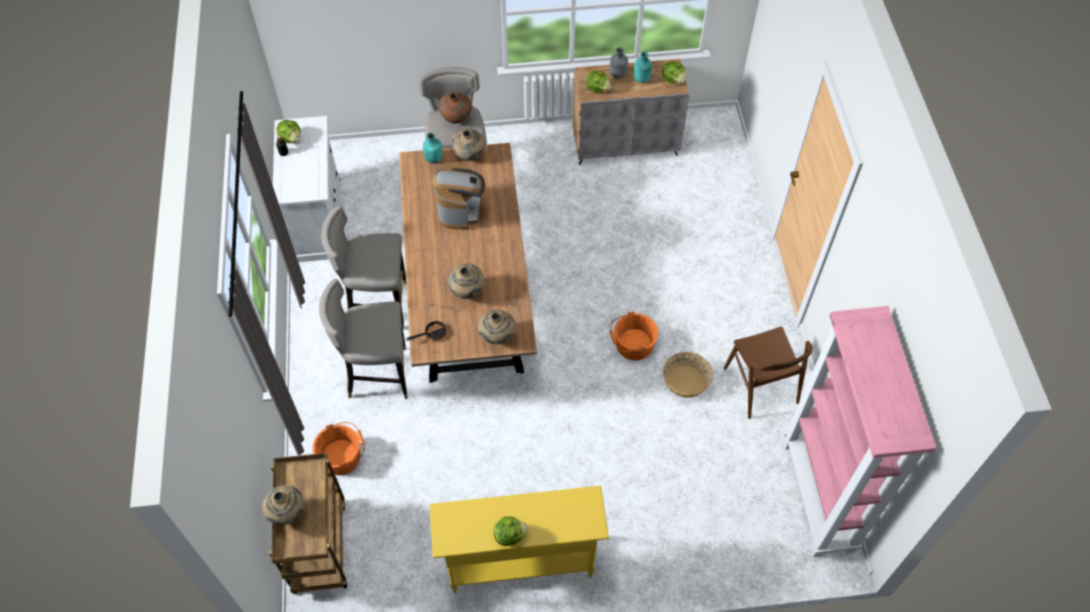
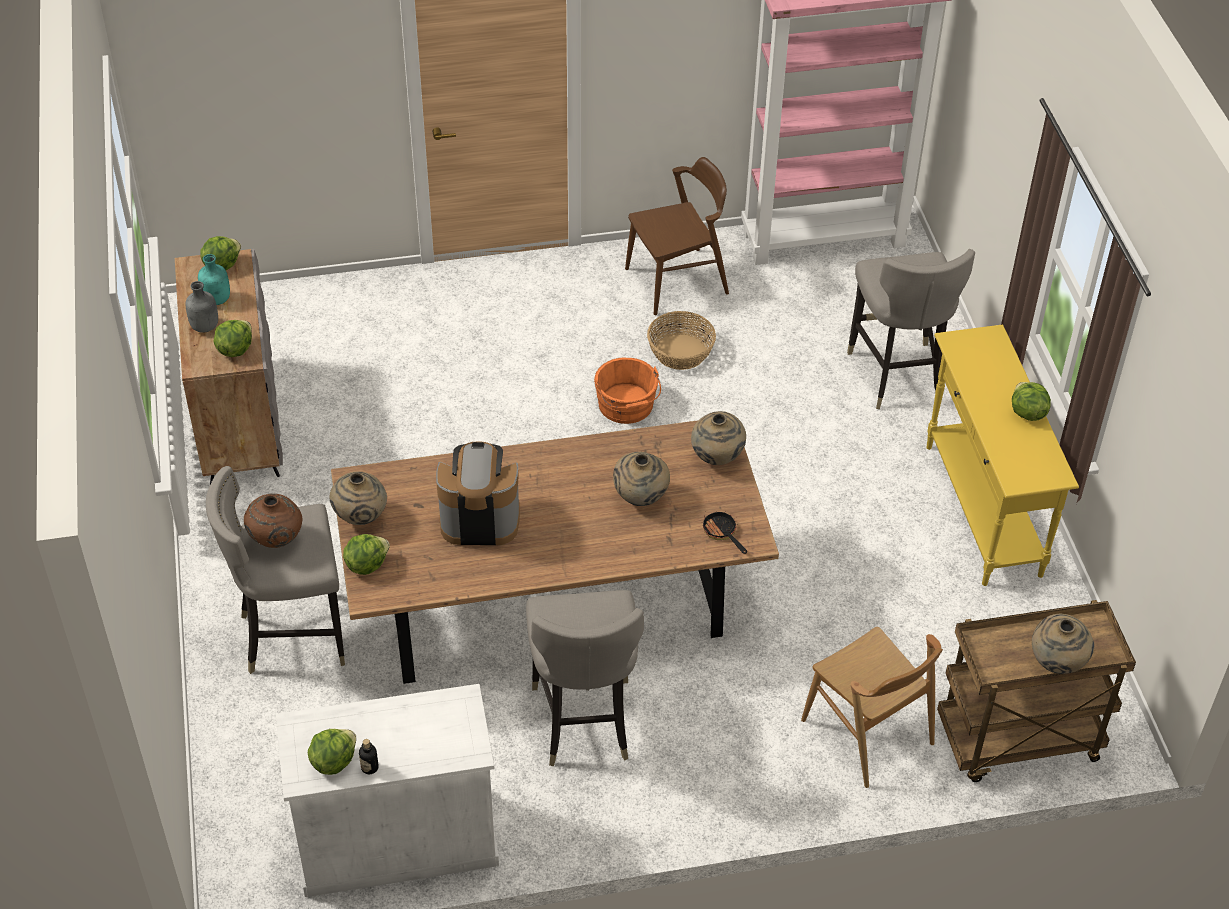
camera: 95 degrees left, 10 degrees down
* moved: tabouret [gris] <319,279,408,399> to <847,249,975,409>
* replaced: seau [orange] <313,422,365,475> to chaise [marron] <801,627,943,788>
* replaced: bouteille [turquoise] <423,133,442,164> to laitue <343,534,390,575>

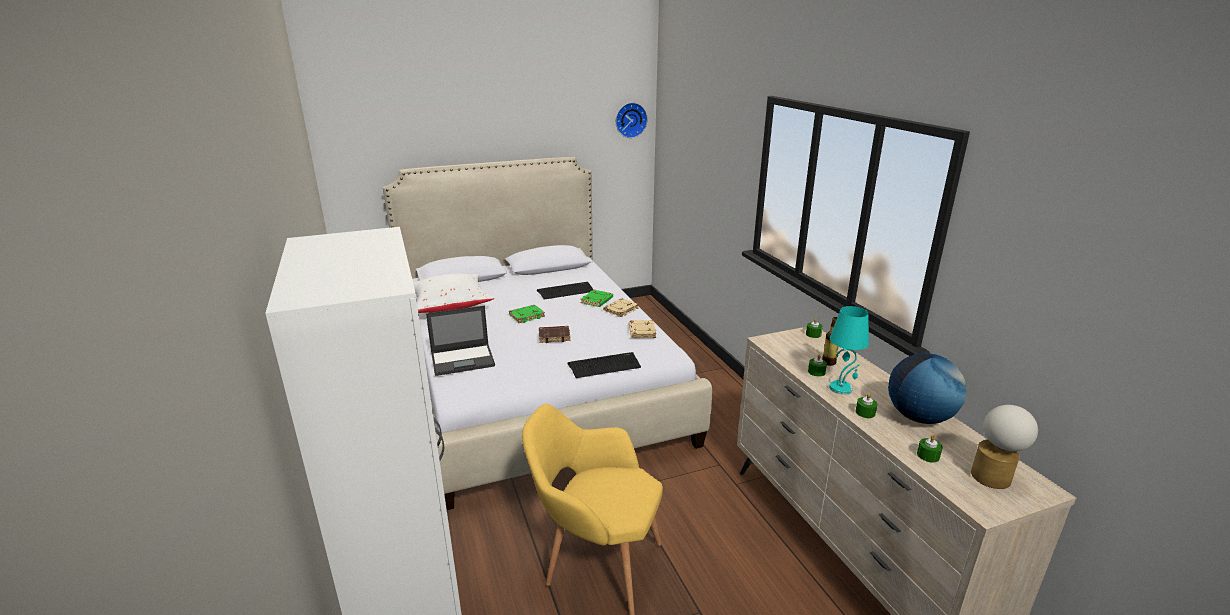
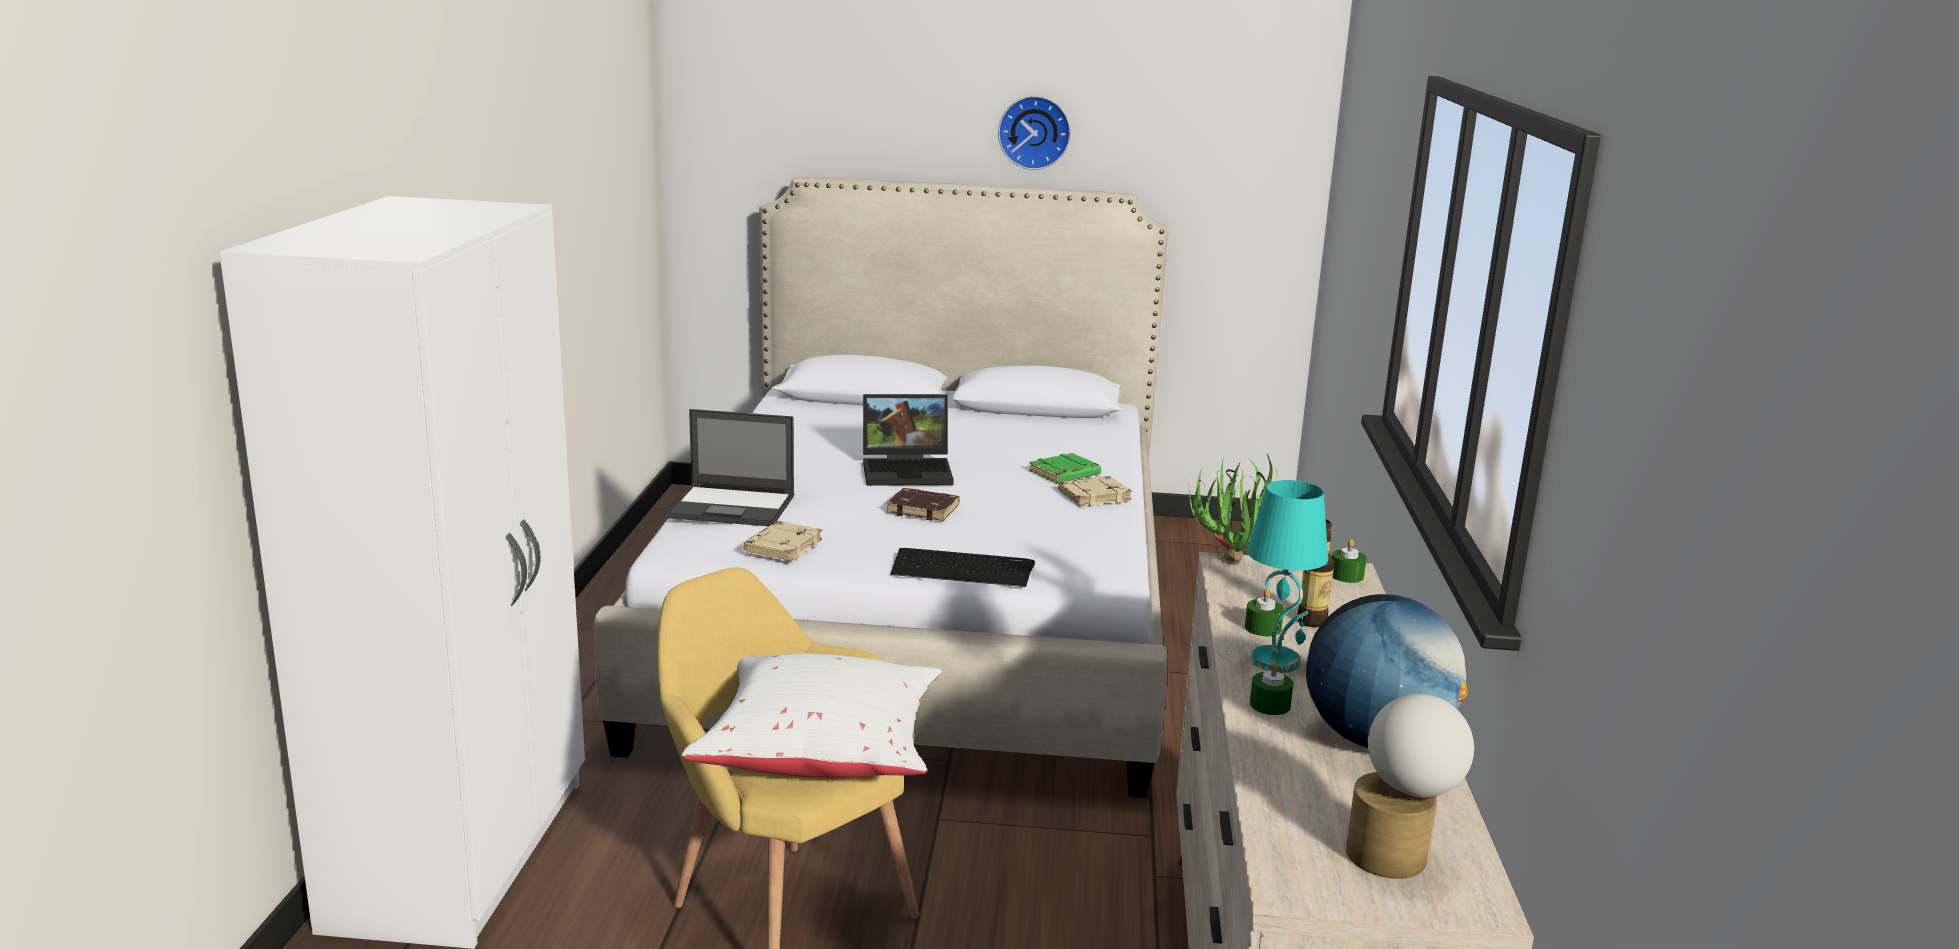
camera: 25 degrees right, 5 degrees down
* removed: clavier <537,282,594,300>
* removed: bougie [vert] <917,435,943,463>
* added: plante en pot <1189,454,1277,563>
* moved: coussin [blanc] <413,273,494,313> to <682,653,942,778>
* moved: horloge murale <616,103,648,138> to <998,96,1071,170>
* moved: livre [beige] <629,320,656,338> to <742,521,822,562>
* replaced: livre [vert] <509,305,545,323> to ordinateur portable <863,394,954,486>

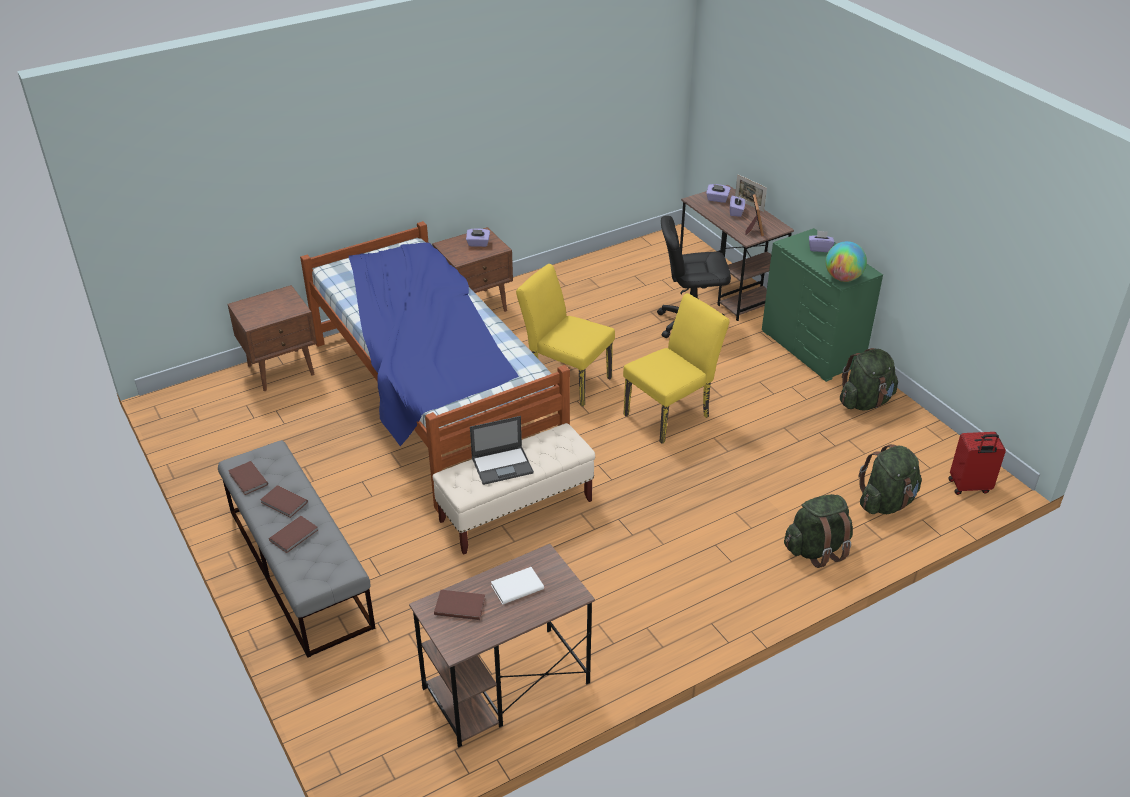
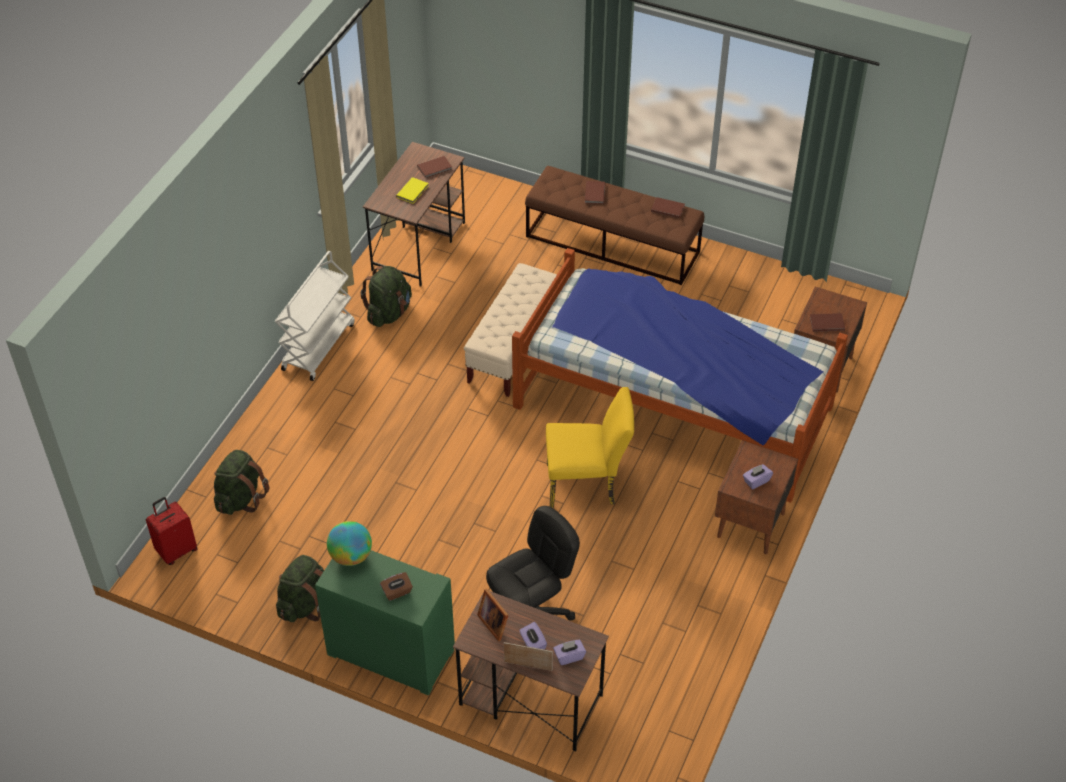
camera: 145 degrees right, 10 degrees up
* removed: ordinateur portable <470,416,534,485>
* removed: chaise [jaune] <623,293,730,444>
* added: chariot [blanc] <275,251,355,381>
* moved: livre [marron] <260,485,308,518> to <810,313,845,332>
* moved: sac à dos [vert] <784,494,853,568> to <360,266,412,327>
* recoloured: banc [gris] <218,440,375,658> to banc [marron] <525,166,704,285>
* recoloured: livre [blanc] <491,567,544,604> to livre [jaune] <396,177,428,204>
* recoloured: boîte à mouchoirs [violet] <809,231,834,252> to boîte à mouchoirs [marron] <380,572,413,601>

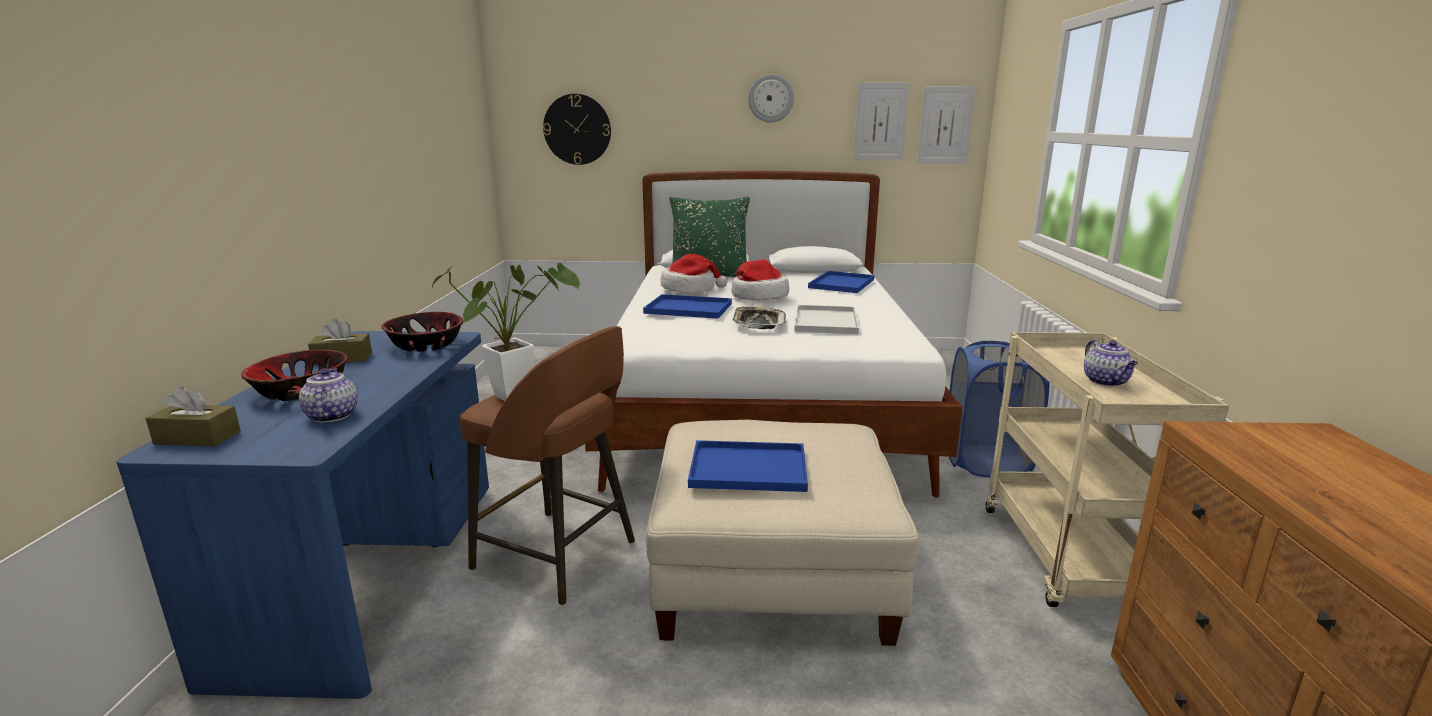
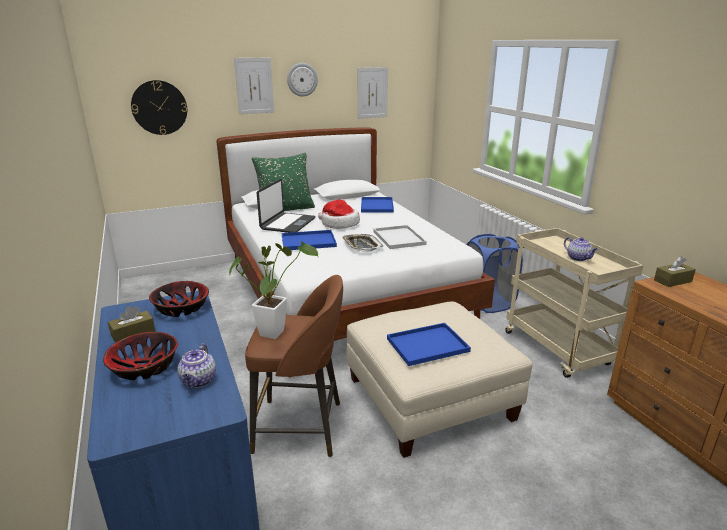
camera: 25 degrees left, 5 degrees up
* moved: boîte à mouchoirs [marron] <145,386,241,447> to <654,256,696,287>
* moved: tableau <917,86,976,163> to <234,58,274,114>
* replaced: chapeau <661,254,727,293> to ordinateur portable <257,179,316,233>
* turned: théière <299,368,358,422> = <177,344,216,388> 135 degrees counterclockwise

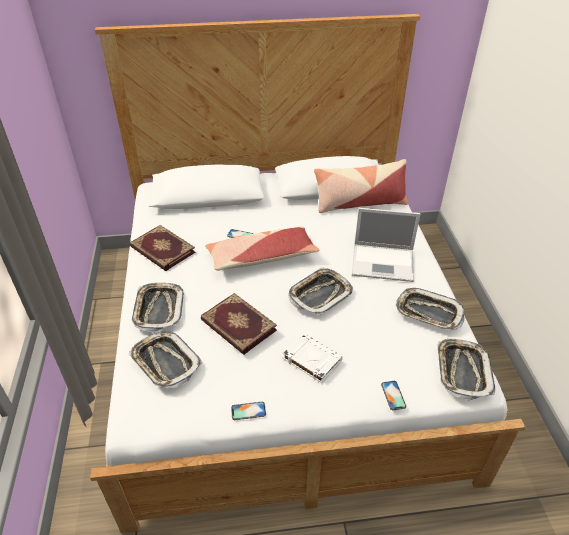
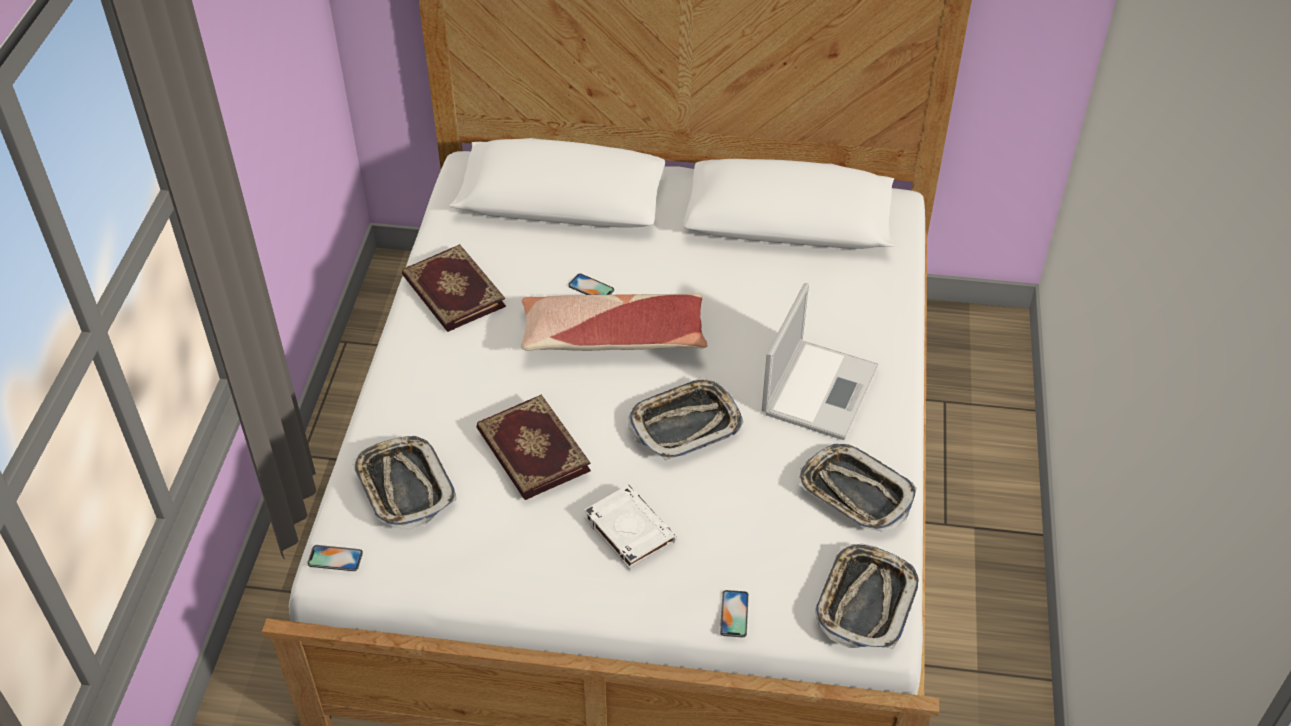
camera: 15 degrees right, 5 degrees up
* removed: plateau <132,283,184,332>
* removed: coussin <314,159,408,213>
* moved: téléphone <231,402,266,420> to <307,545,363,571>
* turned: ordinateur portable <352,208,420,282> = <762,283,879,440> 90 degrees counterclockwise

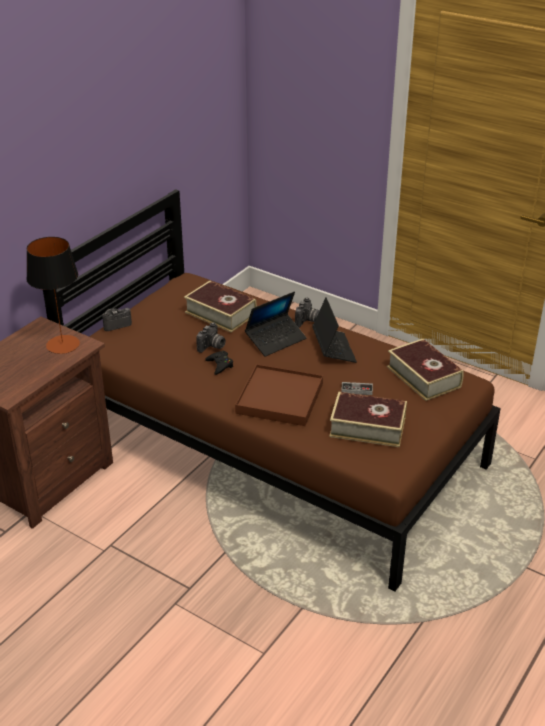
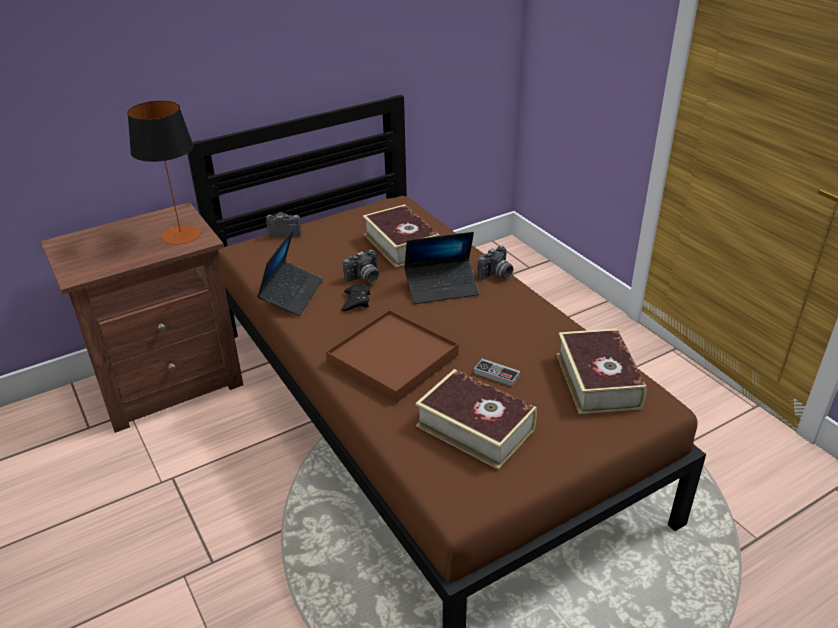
camera: 25 degrees right, 0 degrees up
* moved: ordinateur portable <312,297,357,363> to <257,228,323,316>

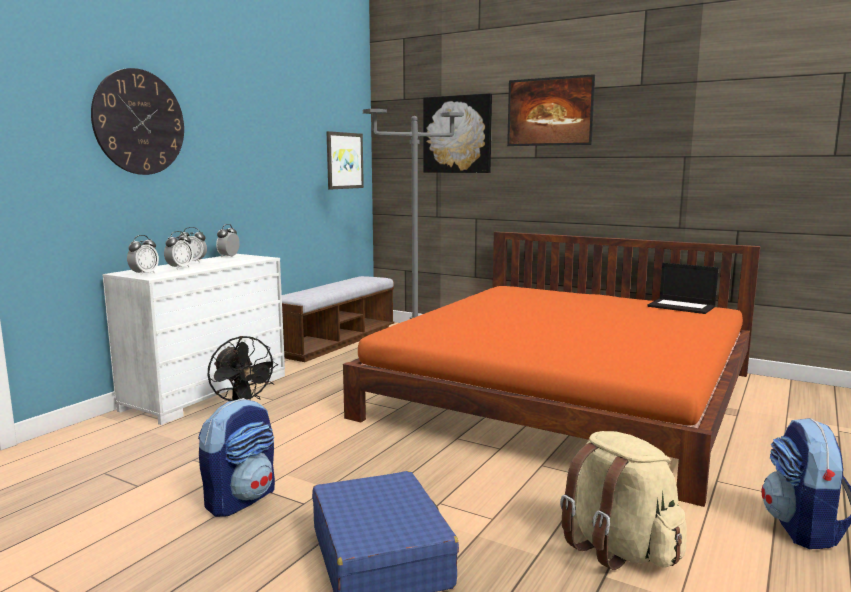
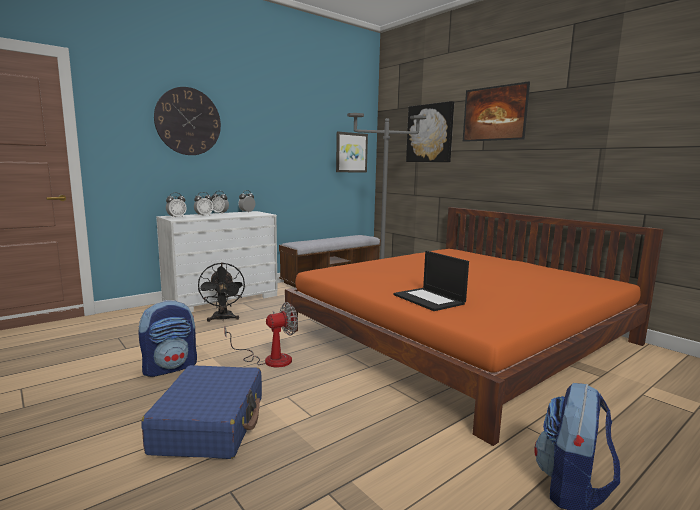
camera: 20 degrees right, 0 degrees up
* removed: sac à dos [beige] <560,431,687,570>
* added: ventilateur <224,302,298,368>
* moved: ordinateur portable <647,263,719,314> to <393,251,469,311>

